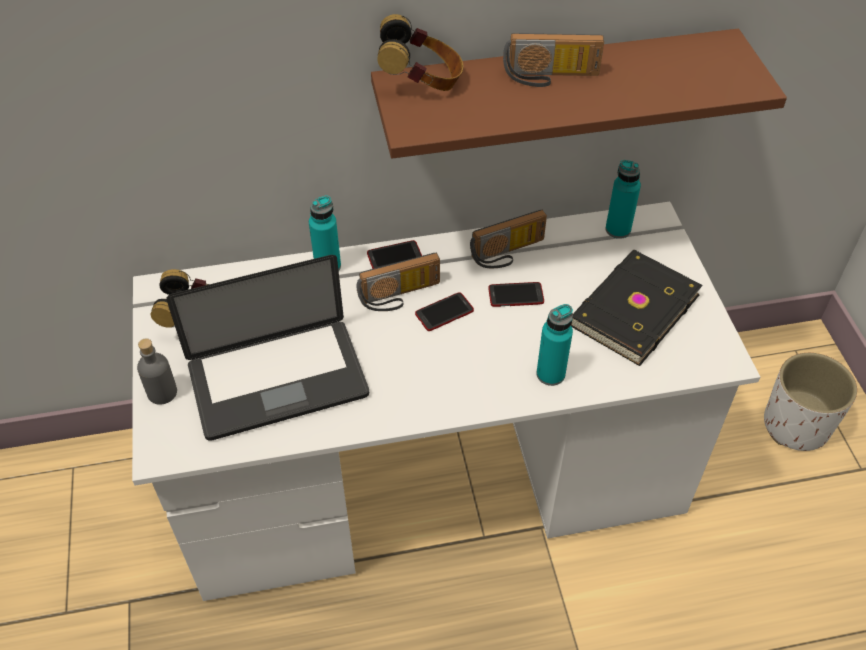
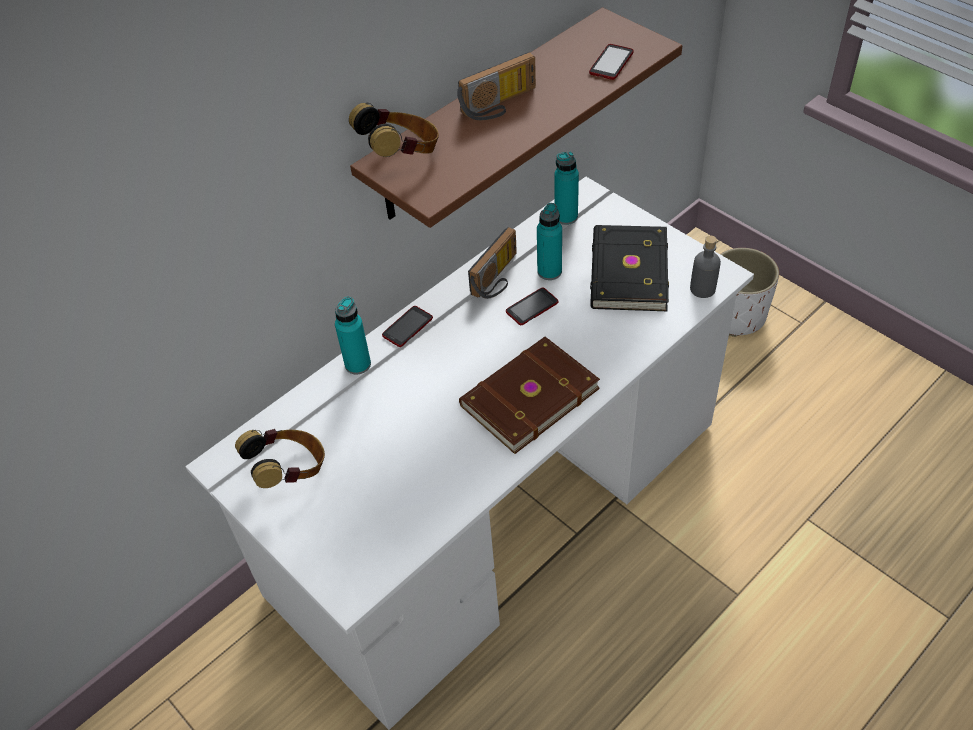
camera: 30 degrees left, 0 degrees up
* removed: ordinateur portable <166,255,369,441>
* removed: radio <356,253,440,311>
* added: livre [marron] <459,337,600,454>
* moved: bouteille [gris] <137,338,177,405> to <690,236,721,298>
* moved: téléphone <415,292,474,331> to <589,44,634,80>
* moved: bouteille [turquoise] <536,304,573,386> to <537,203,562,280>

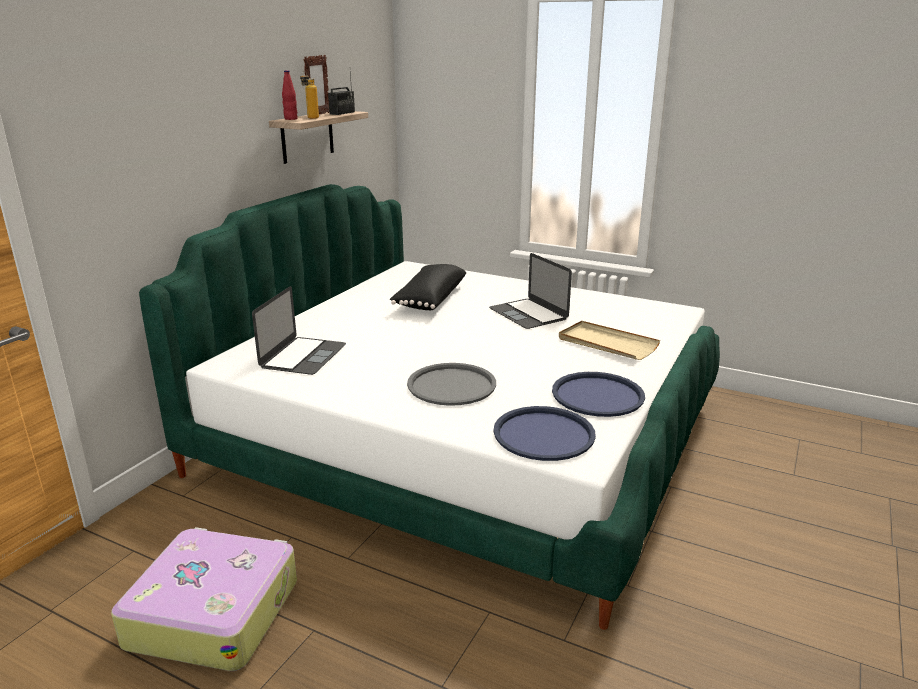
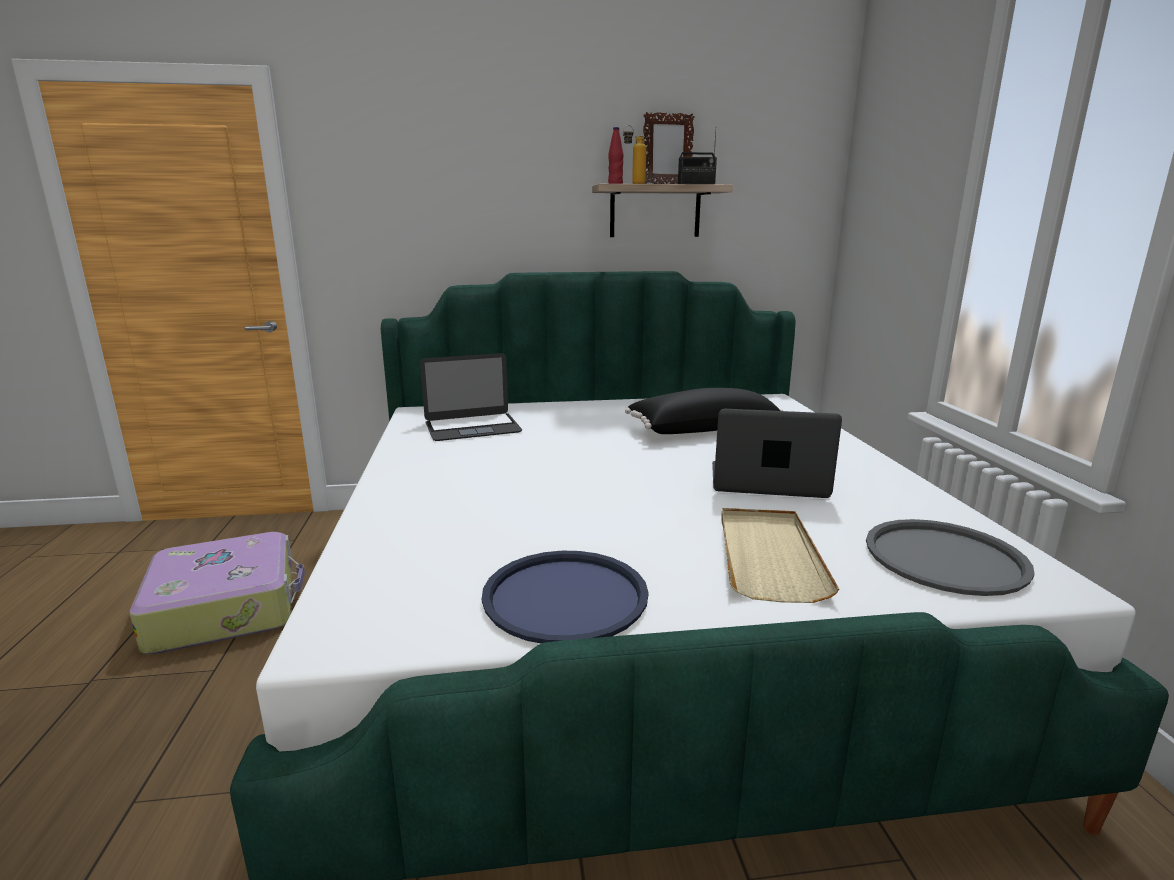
camera: 55 degrees right, 5 degrees down
* removed: plateau [bleu] <493,406,596,461>
* moved: plateau [gris] <407,363,496,406> to <866,519,1034,596>
* turned: ordinateur portable <489,253,572,329> = <712,409,842,498> 75 degrees clockwise

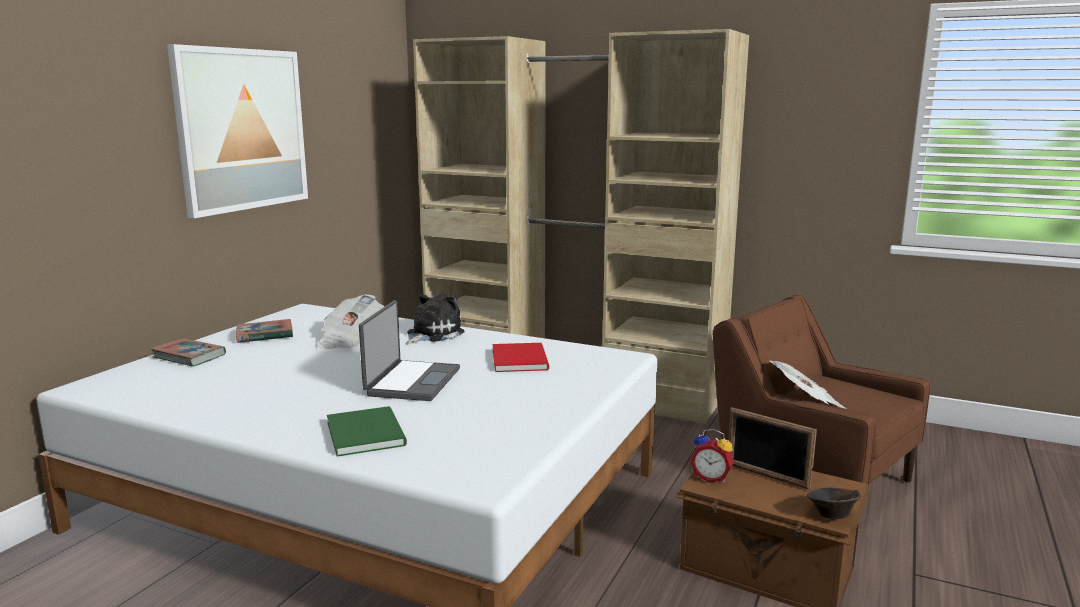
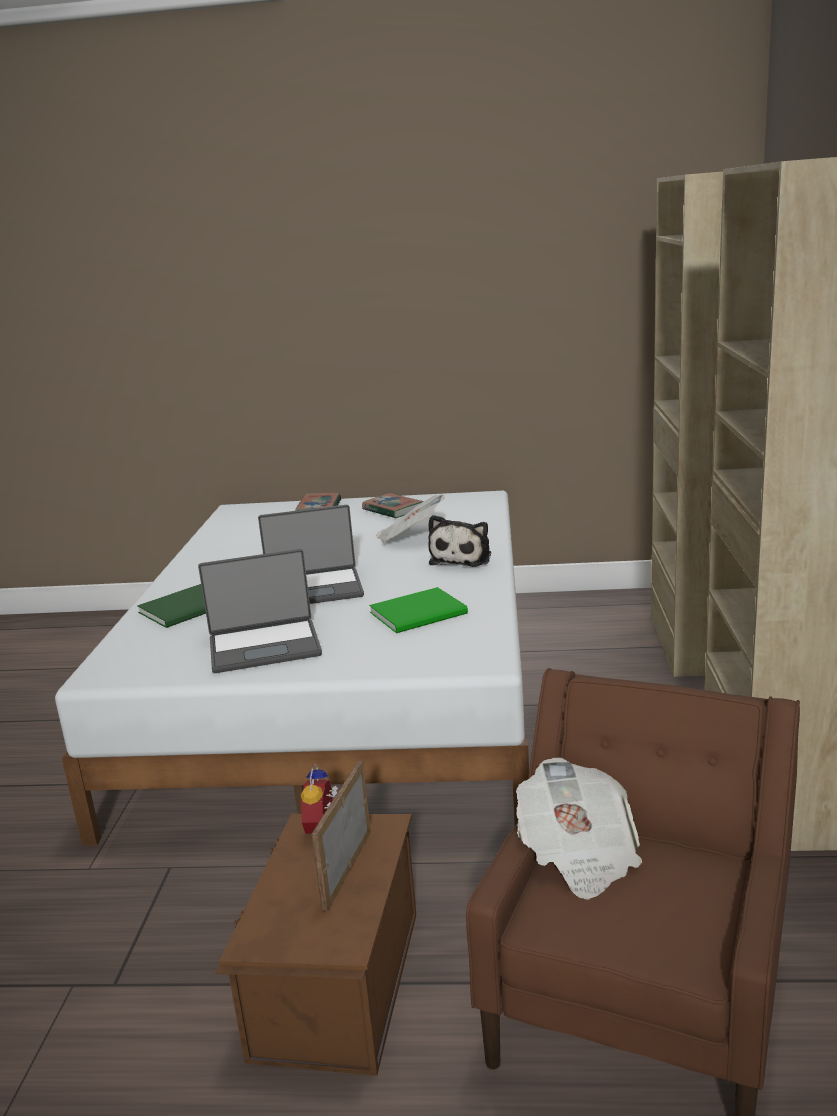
camera: 70 degrees right, 5 degrees up
* removed: tableau <167,44,308,218>
* removed: bol [marron] <807,488,861,519>
* added: ordinateur portable <198,549,322,673>
* recoloured: livre [rouge] <492,343,549,372> to livre [vert] <369,587,468,633>
* turned: peluche <406,294,465,345> = <428,515,491,567> 90 degrees clockwise

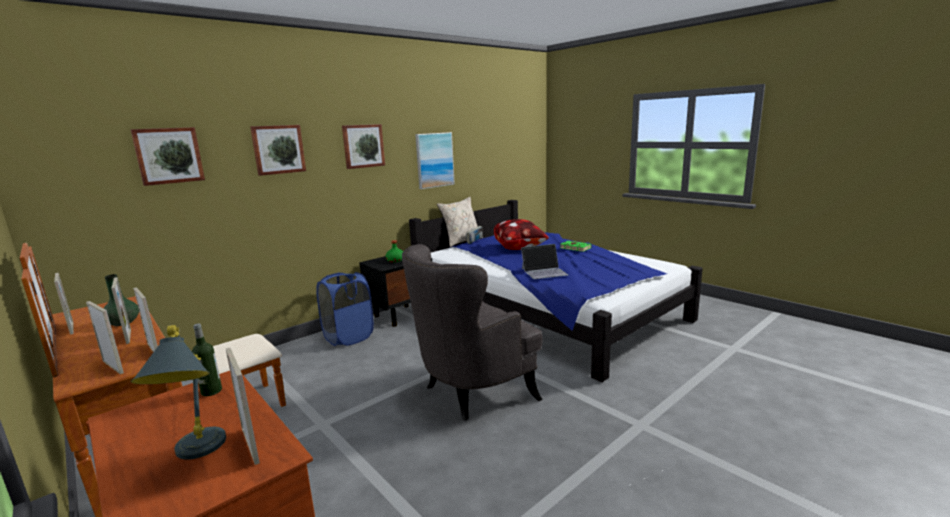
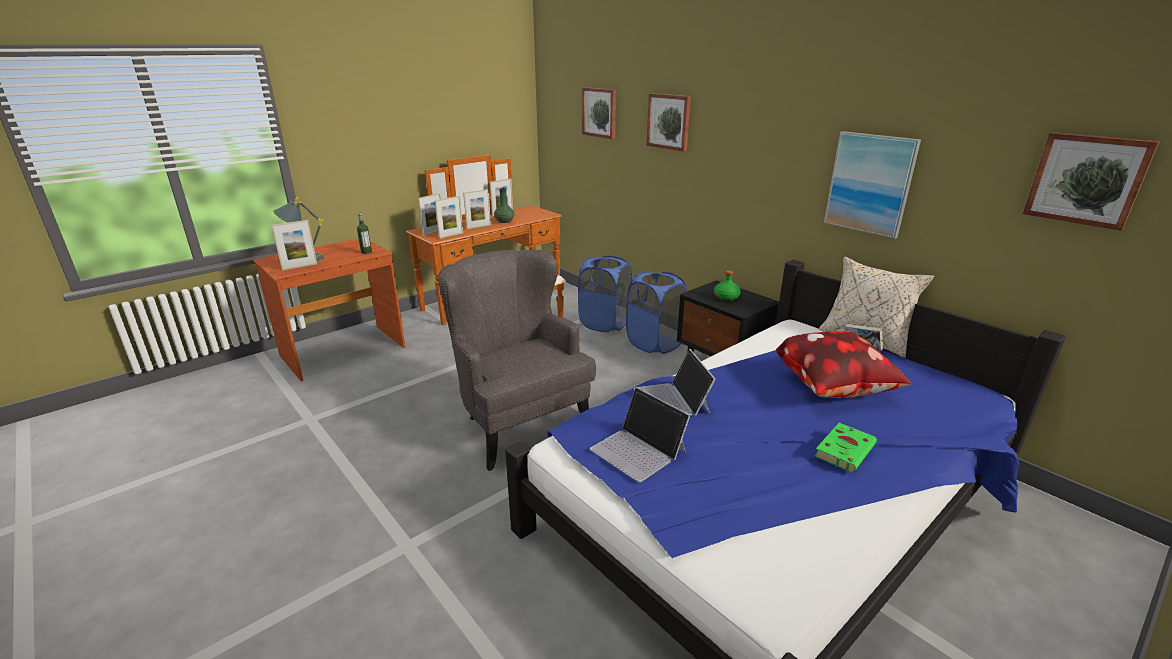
camera: 90 degrees right, 10 degrees up
* added: panier à linge [bleu] <578,255,632,332>
* added: ordinateur portable <590,387,690,482>
* moved: tableau <342,124,385,169> to <1023,132,1159,231>

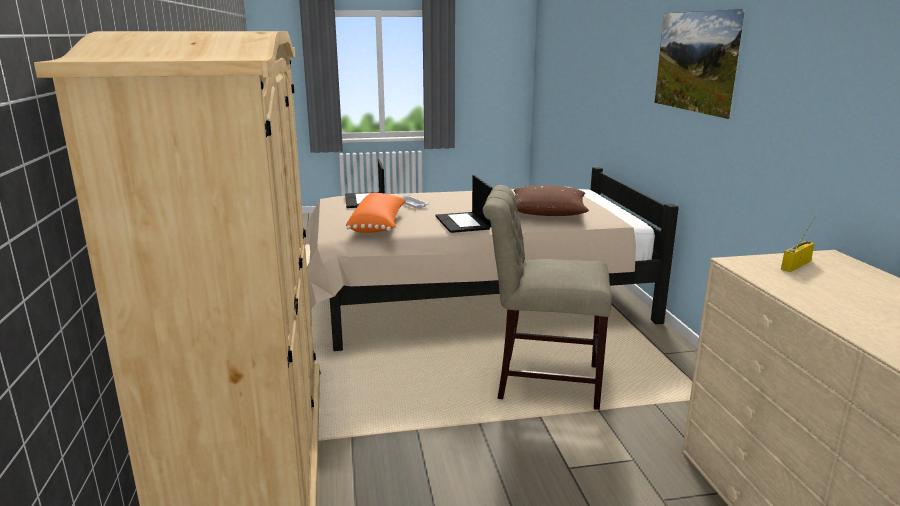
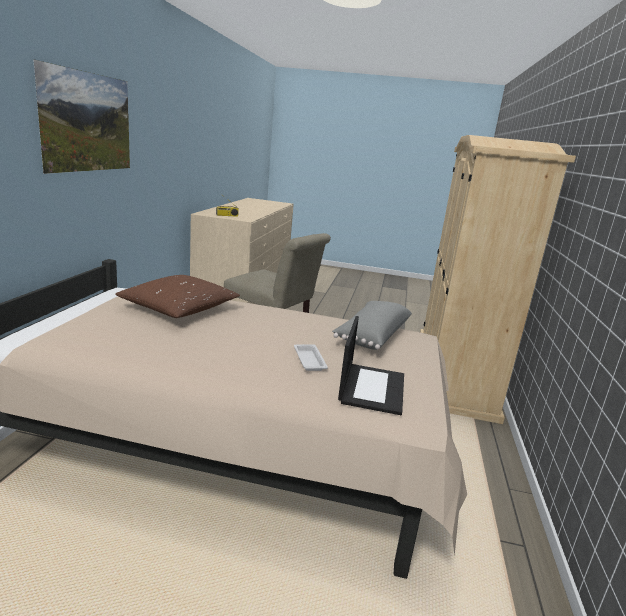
camera: 160 degrees left, 0 degrees up
* removed: ordinateur portable <436,175,493,233>
* recoloured: coussin [orange] <346,193,406,233> to coussin [gris] <332,301,412,350>

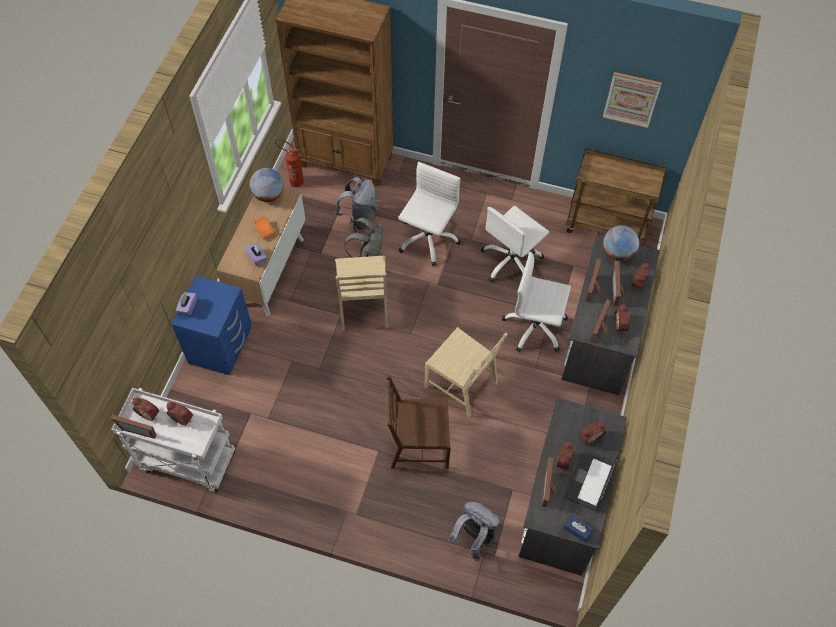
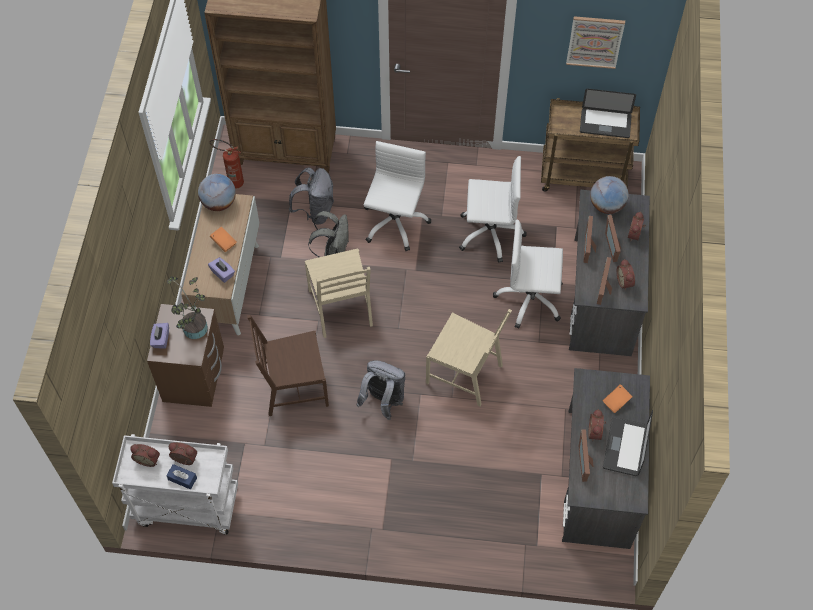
camera: 10 degrees left, 0 degrees up
* removed: cadre photo <110,414,156,439>
* added: plante en pot <167,276,208,339>
* added: ordinateur portable <580,88,636,138>
* moved: chaise [marron] <387,375,451,469> to <247,315,329,416>
* moved: sac à dos [gris] <447,501,501,562> to <356,360,405,420>
* moved: boîte à mouchoirs [bleu] <563,515,593,542> to <166,464,197,489>
* replaced: réveil <580,421,606,445> to livre [orange] <603,384,633,413>
* recoloured: table de chevet [bleu] <171,276,251,375> to table de chevet [marron] <147,304,224,407>
* turned: chaise de bureau [blanc] <481,206,549,282> = <459,156,527,263> 120 degrees counterclockwise

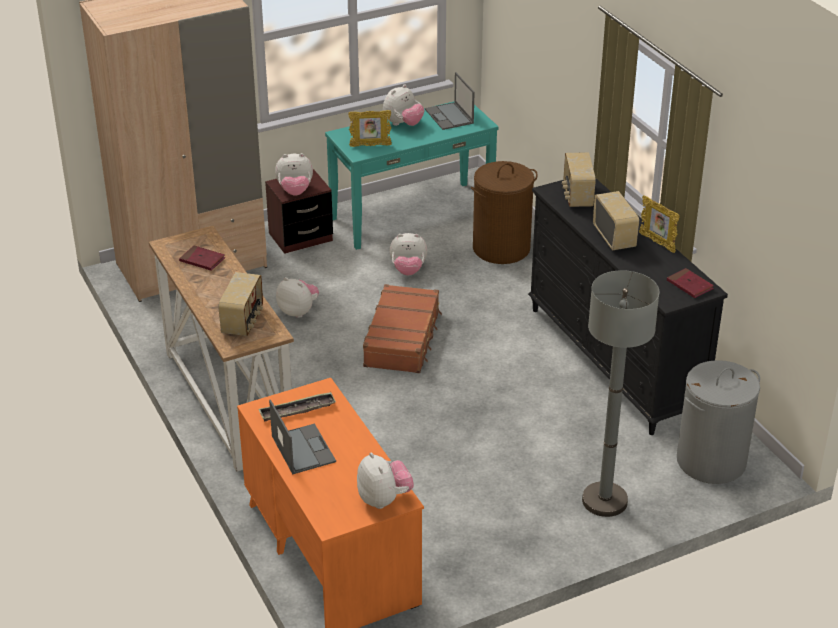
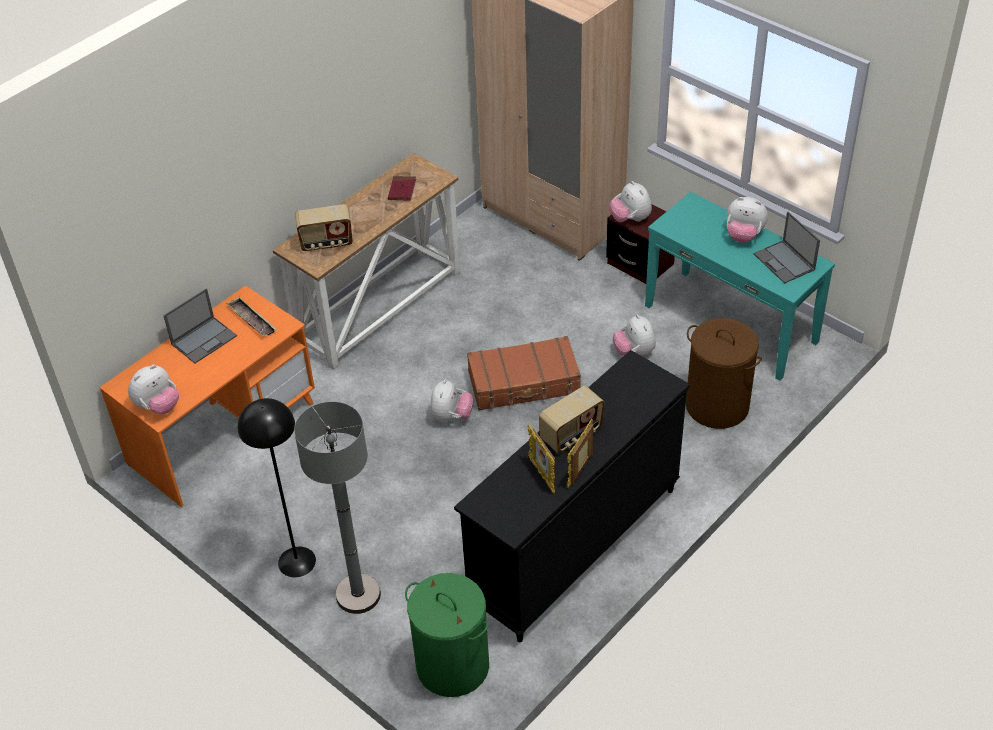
camera: 70 degrees right, 10 degrees up
* removed: radio <562,152,596,207>
* removed: livre [rouge] <667,268,714,298>
* added: lampadaire [noir] <238,398,316,577>
* moved: peluche <276,277,319,318> to <430,379,473,422>
* moved: cadre photo <348,110,392,147> to <528,425,555,494>
* recoloured: panier à linge [gris] <677,360,760,484> to panier à linge [vert] <405,573,489,697>
* turned: ordinateur portable <425,72,474,130> = <754,212,820,284> 75 degrees counterclockwise

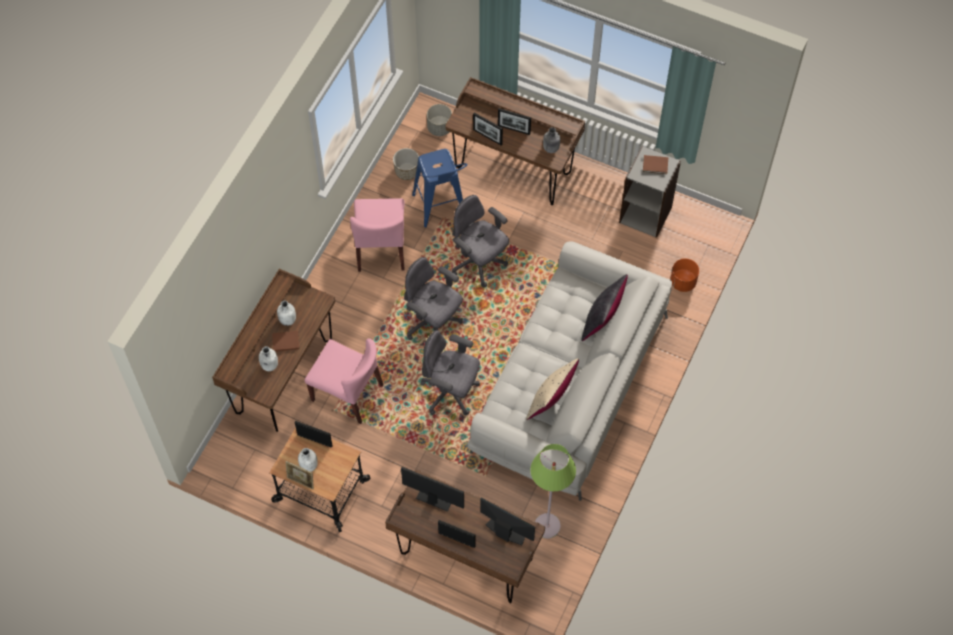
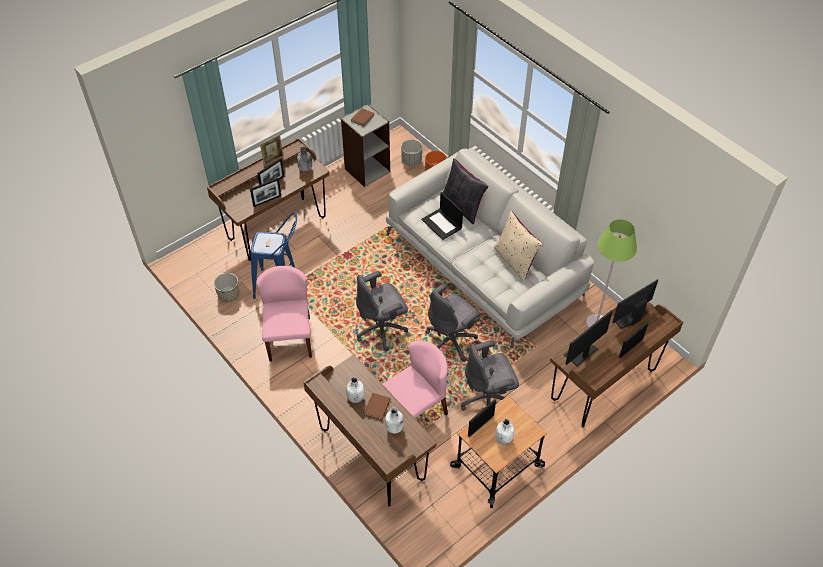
camera: 65 degrees left, 10 degrees down
* added: ordinateur portable <421,192,463,240>
* moved: cadre photo <286,461,314,489> to <260,134,284,166>
* moved: cache-pot [gris] <427,104,452,136> to <401,140,422,166>
* moved: chaise de bureau [gris] <452,195,509,288> to <461,340,519,411>
* turned: chaise [rose] <350,198,405,272> = <256,266,312,362> 120 degrees counterclockwise

